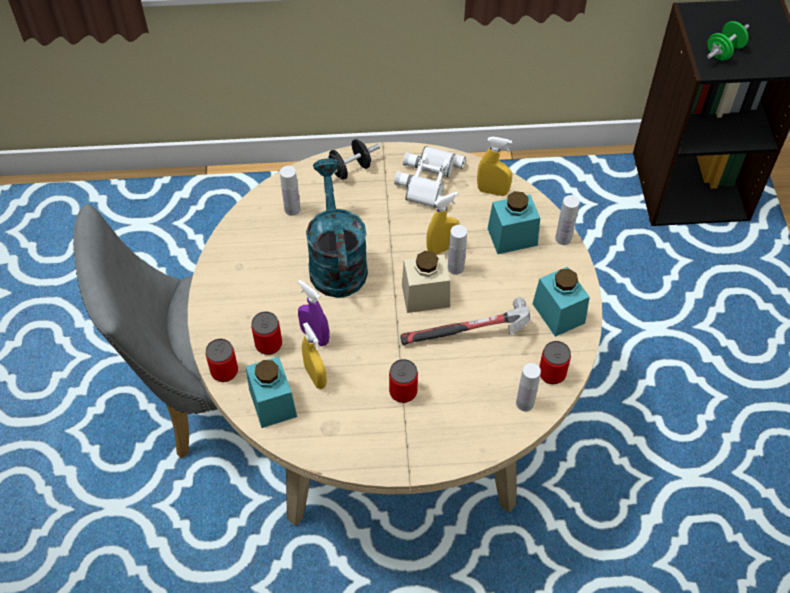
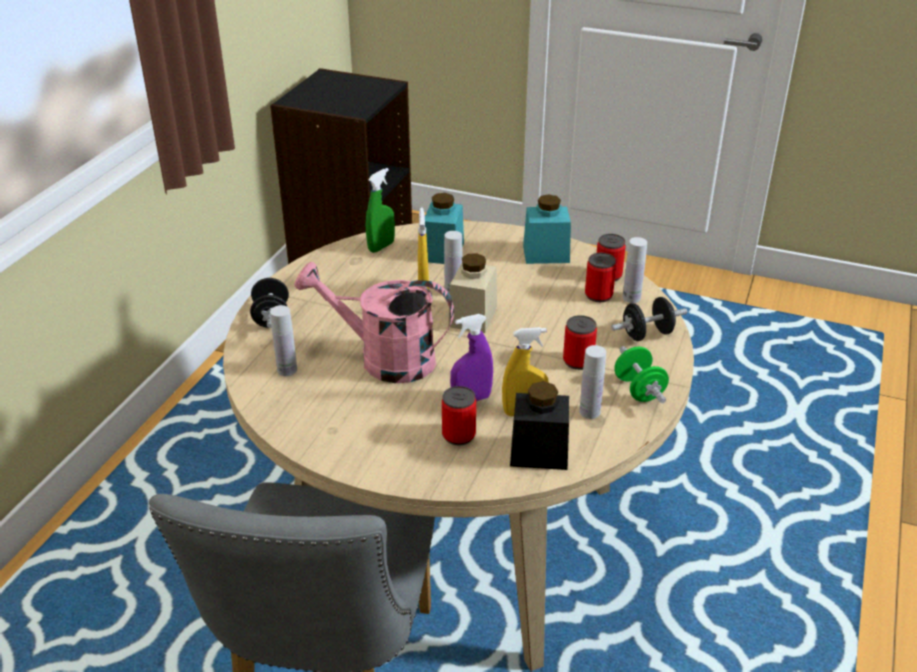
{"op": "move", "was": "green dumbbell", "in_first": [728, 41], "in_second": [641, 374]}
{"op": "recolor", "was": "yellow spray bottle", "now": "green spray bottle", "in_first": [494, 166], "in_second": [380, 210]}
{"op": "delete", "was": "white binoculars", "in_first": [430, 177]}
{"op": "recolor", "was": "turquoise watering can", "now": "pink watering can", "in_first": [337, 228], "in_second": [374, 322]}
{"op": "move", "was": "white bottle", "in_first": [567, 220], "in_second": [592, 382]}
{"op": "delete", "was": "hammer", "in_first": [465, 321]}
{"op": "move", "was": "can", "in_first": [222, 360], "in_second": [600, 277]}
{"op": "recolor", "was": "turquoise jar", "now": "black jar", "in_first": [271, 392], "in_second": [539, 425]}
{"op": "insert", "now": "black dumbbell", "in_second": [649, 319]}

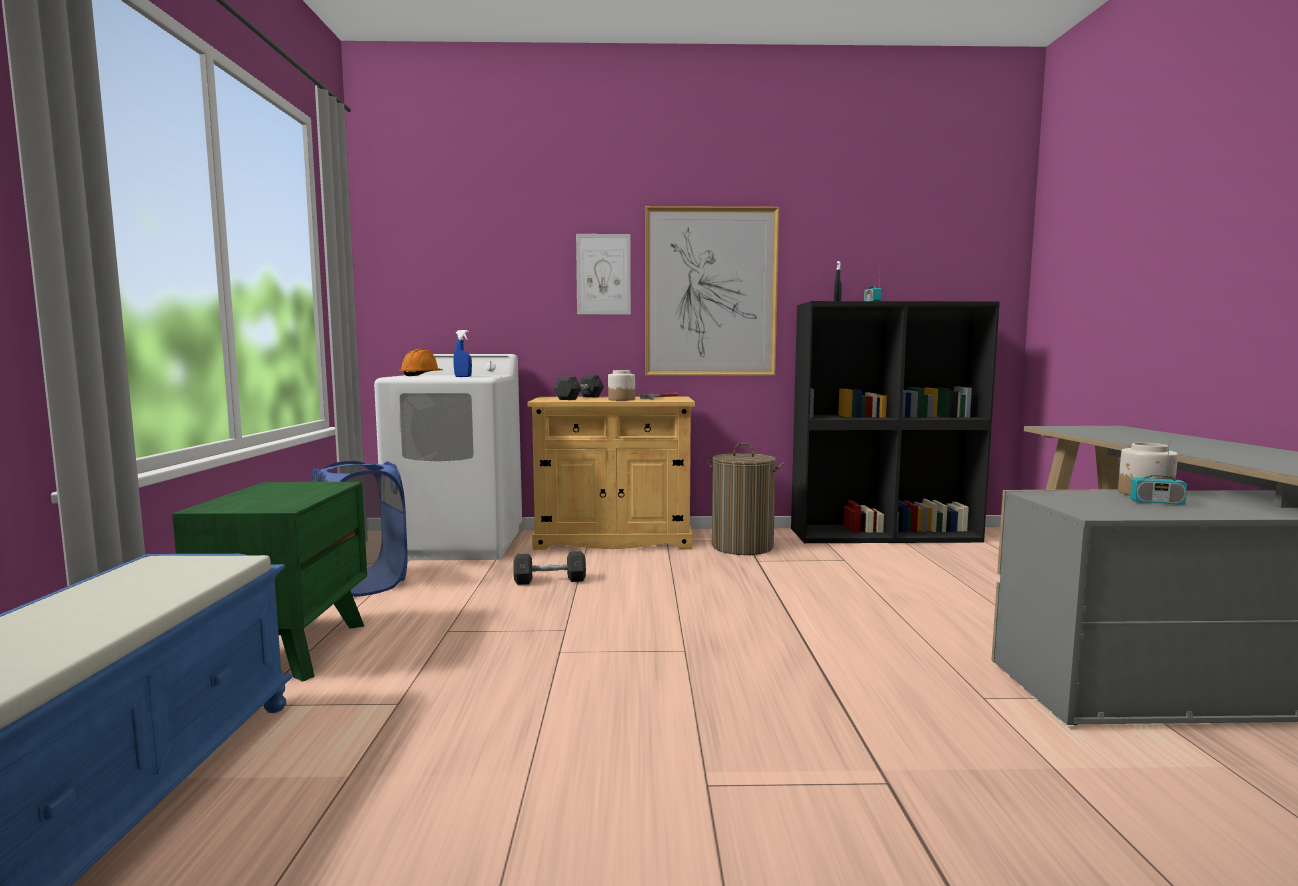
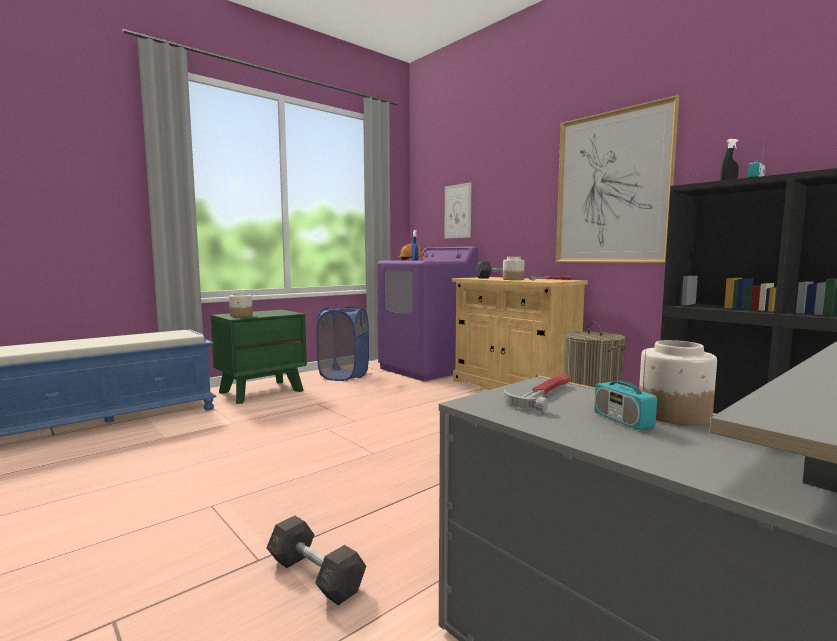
{"op": "move", "was": "picture", "in_first": [603, 274], "in_second": [458, 210]}
{"op": "recolor", "was": "white washing machine", "now": "purple washing machine", "in_first": [448, 457], "in_second": [427, 313]}
{"op": "move", "was": "grey dumbbell", "in_first": [550, 568], "in_second": [316, 560]}
{"op": "insert", "now": "jar", "in_second": [241, 304]}
{"op": "insert", "now": "hammer", "in_second": [536, 393]}

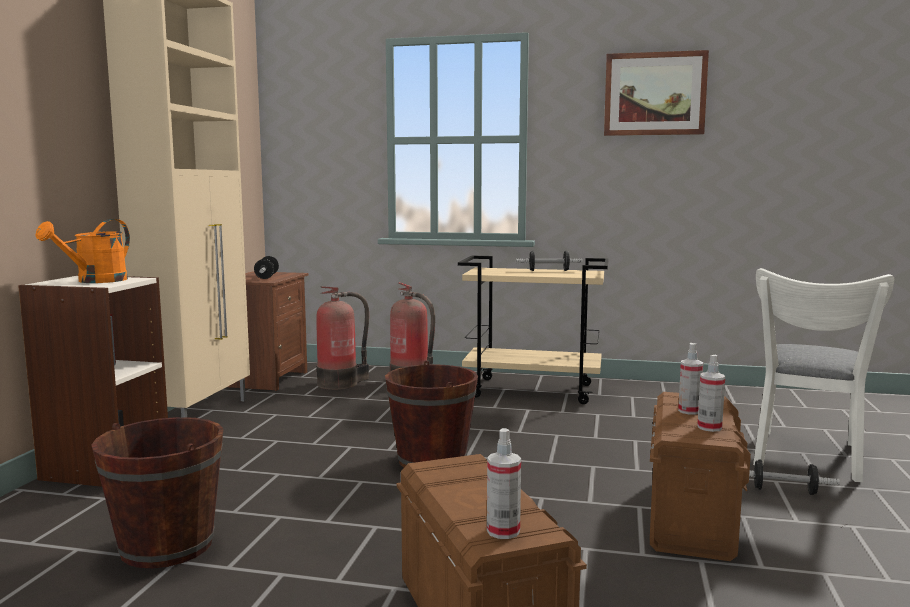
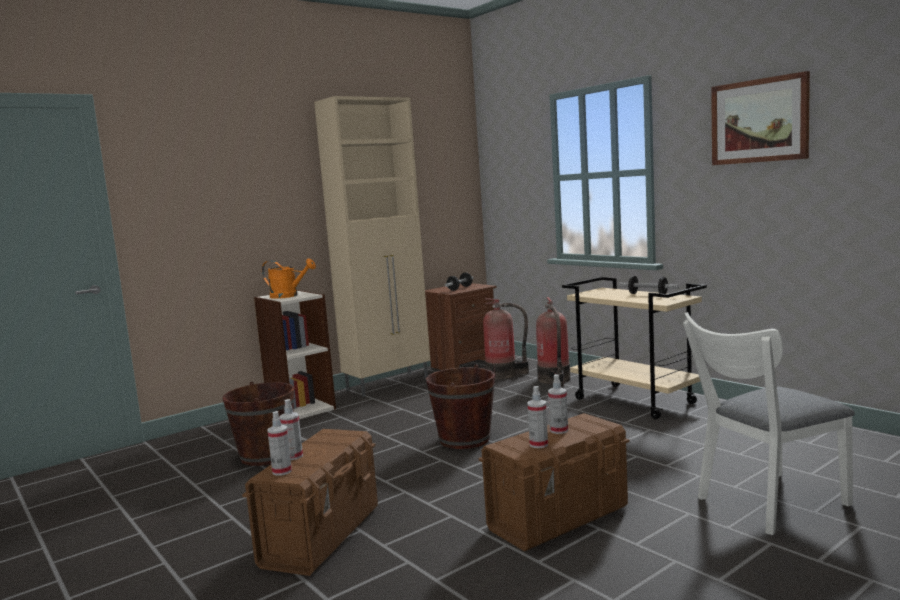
{"op": "rotate", "was": "orange watering can", "in_first": [83, 251], "in_second": [289, 279], "clockwise": -135}
{"op": "delete", "was": "dumbbell", "in_first": [794, 477]}
{"op": "insert", "now": "spray bottle", "in_second": [291, 429]}

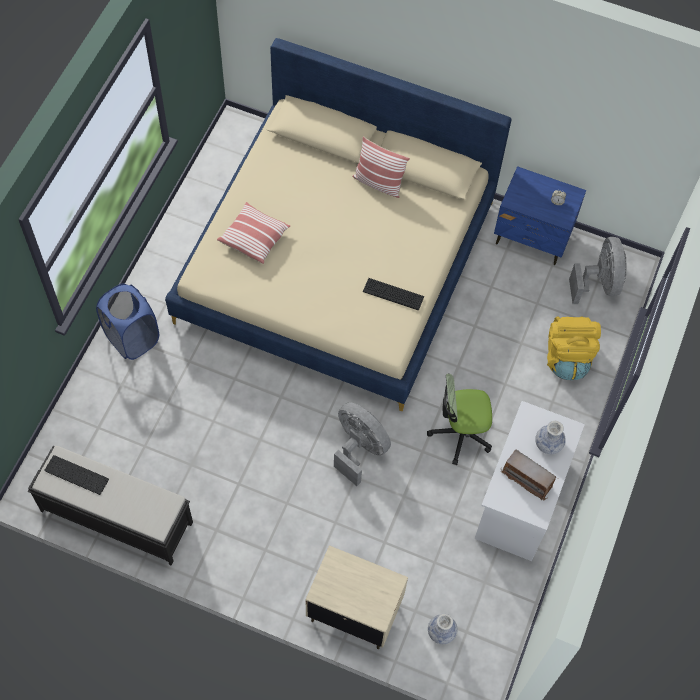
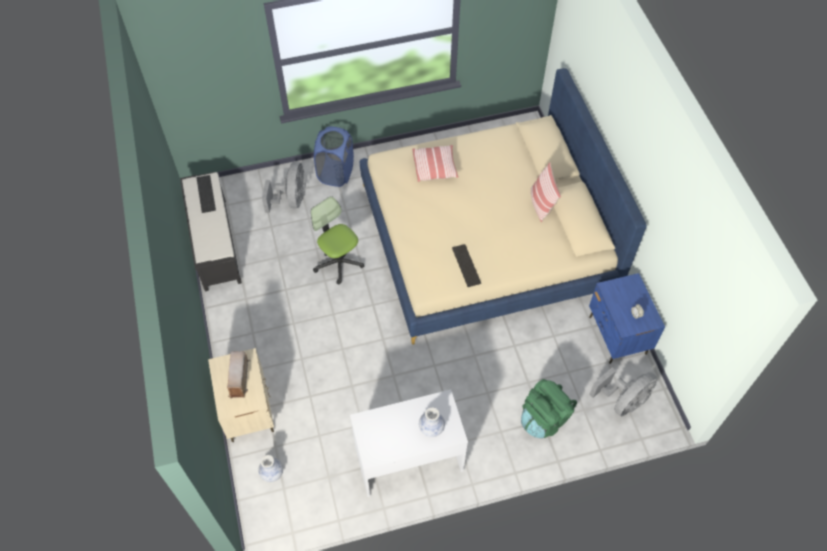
{"op": "recolor", "was": "yellow backpack", "now": "green backpack", "in_first": [574, 348], "in_second": [549, 408]}
{"op": "move", "was": "office chair", "in_first": [459, 419], "in_second": [337, 240]}
{"op": "move", "was": "grey fan", "in_first": [362, 444], "in_second": [284, 187]}
{"op": "move", "was": "radio", "in_first": [529, 475], "in_second": [238, 375]}

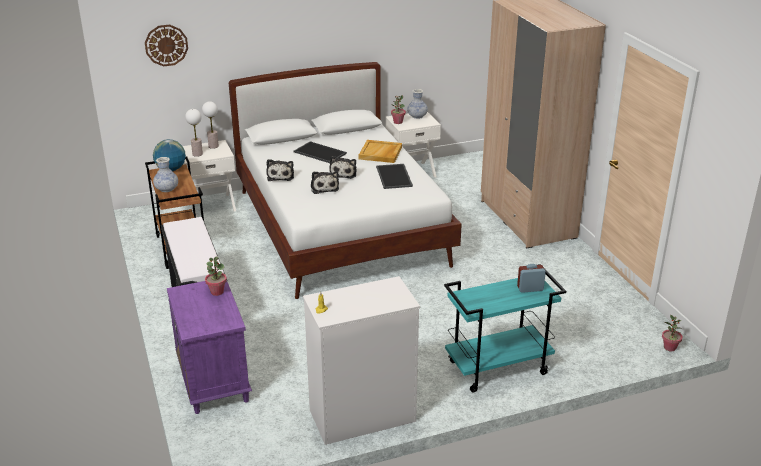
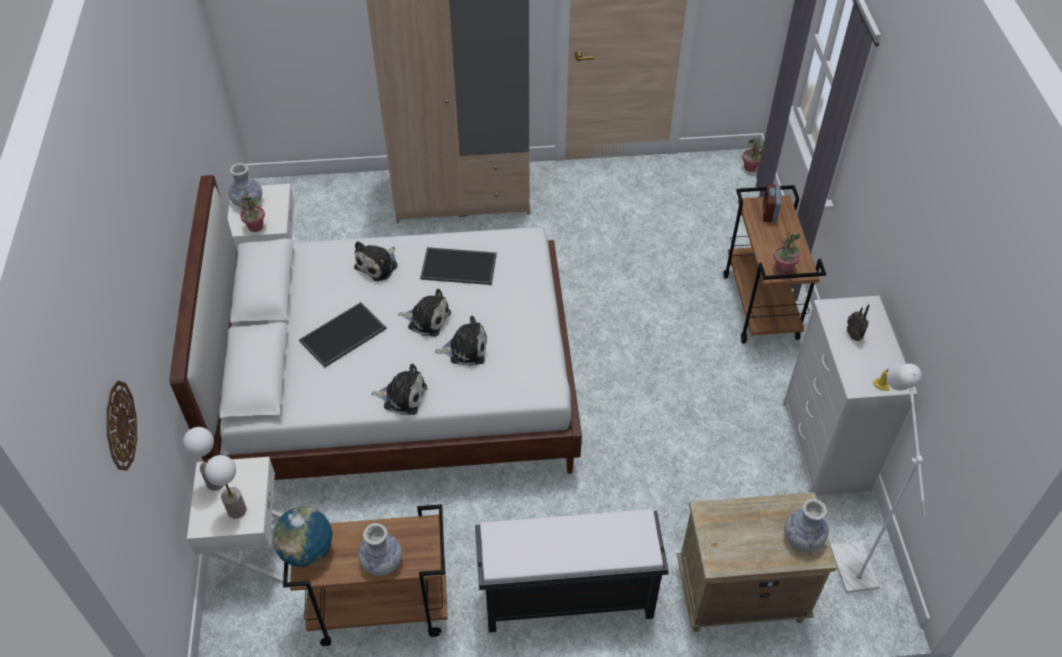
{"op": "replace", "was": "beige tray", "now": "plush toy", "in_first": [380, 151], "in_second": [376, 261]}
{"op": "move", "was": "potted plant", "in_first": [216, 276], "in_second": [787, 253]}
{"op": "recolor", "was": "turquoise cart", "now": "brown cart", "in_first": [505, 328], "in_second": [774, 264]}
{"op": "recolor", "was": "purple nightstand", "now": "beige nightstand", "in_first": [209, 347], "in_second": [757, 562]}
{"op": "insert", "now": "radio", "in_second": [858, 322]}
{"op": "insert", "now": "white floor lamp", "in_second": [878, 478]}
{"op": "insert", "now": "vase", "in_second": [806, 525]}

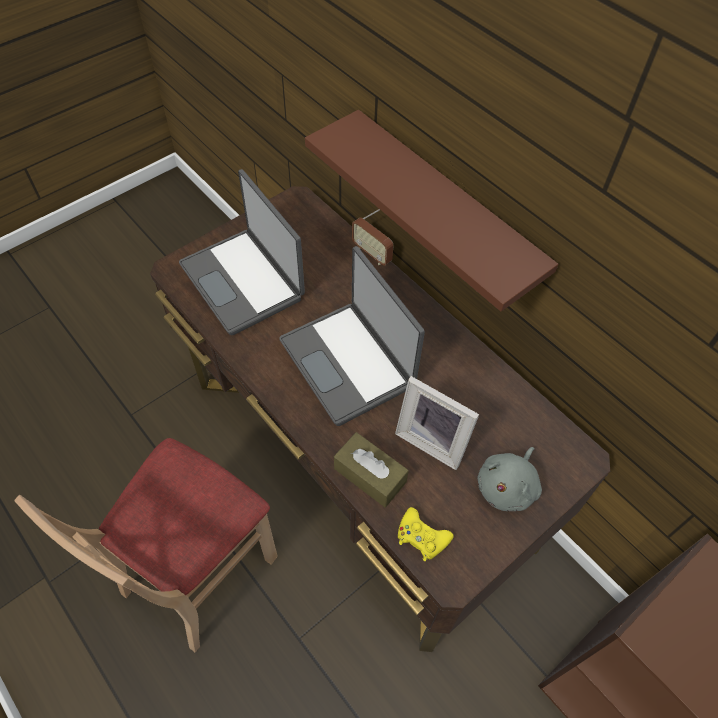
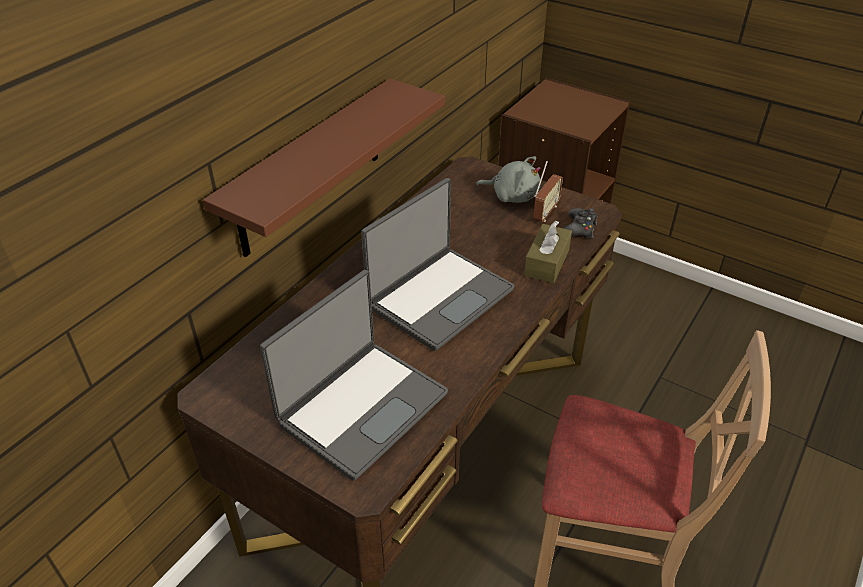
{"op": "move", "was": "radio", "in_first": [373, 237], "in_second": [548, 191]}
{"op": "delete", "was": "picture frame", "in_first": [437, 423]}
{"op": "recolor", "was": "yellow game controller", "now": "black game controller", "in_first": [426, 534], "in_second": [580, 223]}

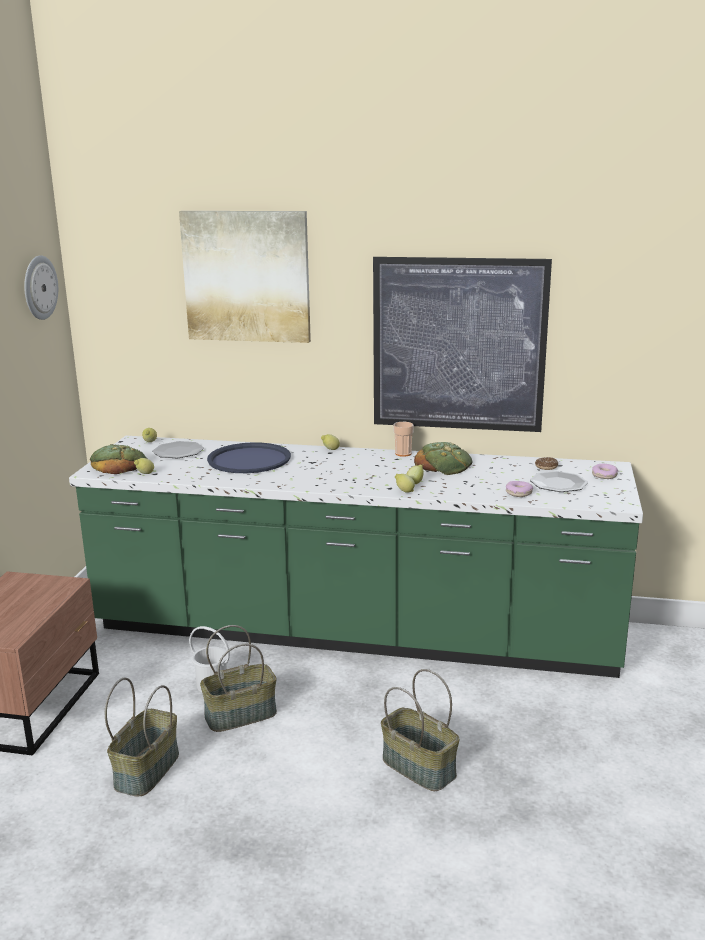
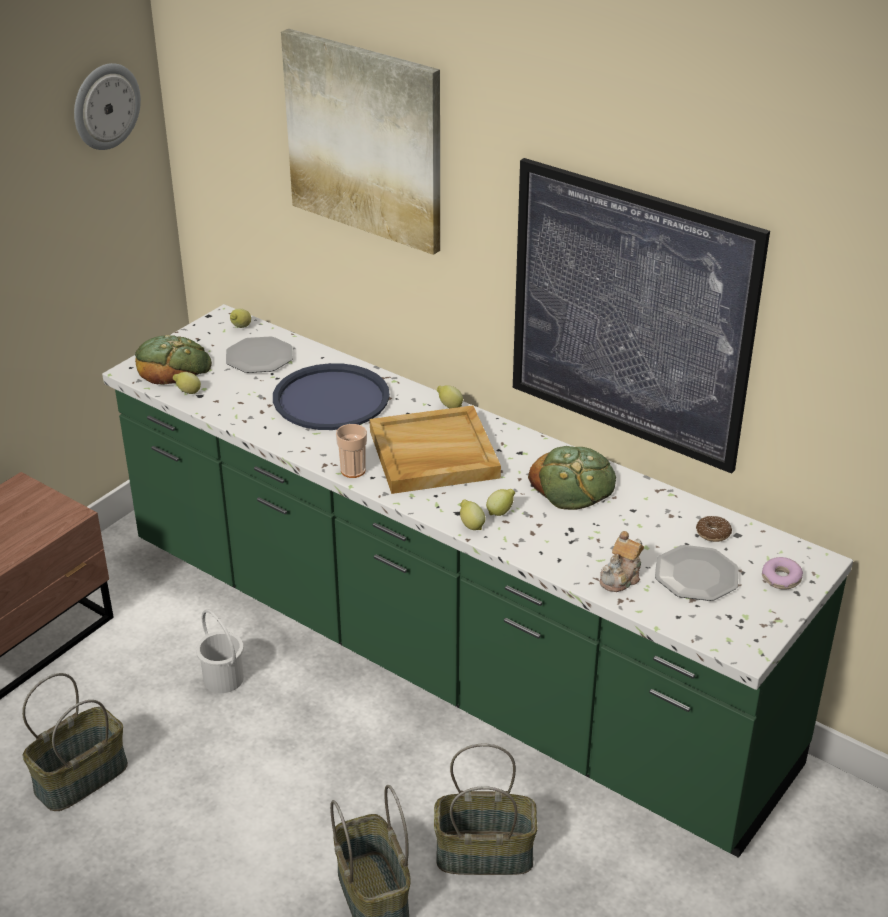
{"op": "move", "was": "cup", "in_first": [403, 439], "in_second": [351, 451]}
{"op": "replace", "was": "donut", "now": "teapot", "in_first": [519, 489], "in_second": [622, 561]}
{"op": "move", "was": "basket", "in_first": [238, 678], "in_second": [486, 809]}
{"op": "insert", "now": "beige tray", "in_second": [435, 449]}

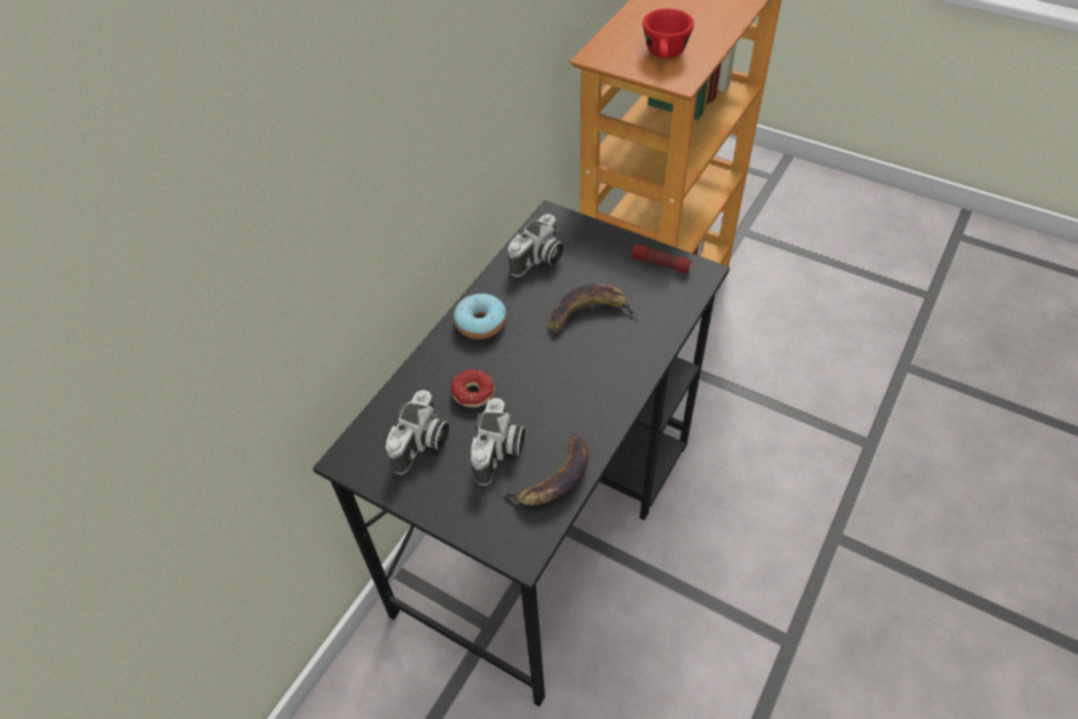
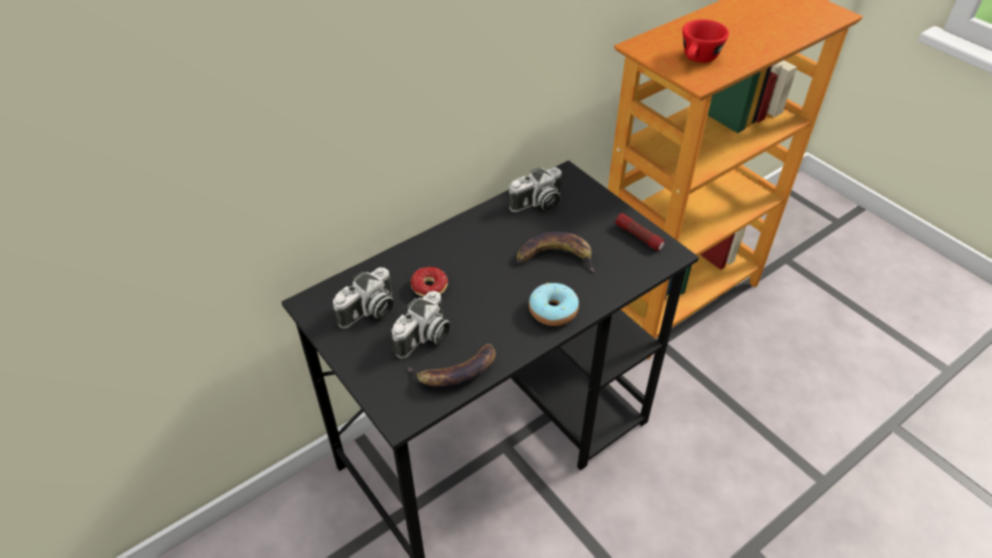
{"op": "move", "was": "donut", "in_first": [480, 316], "in_second": [554, 304]}

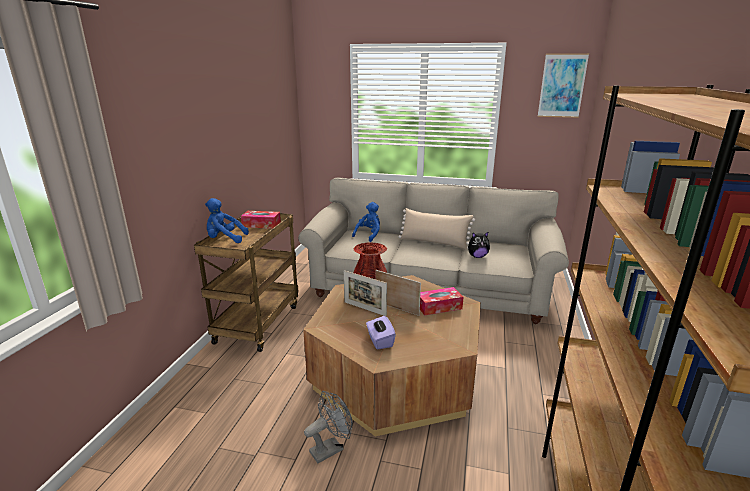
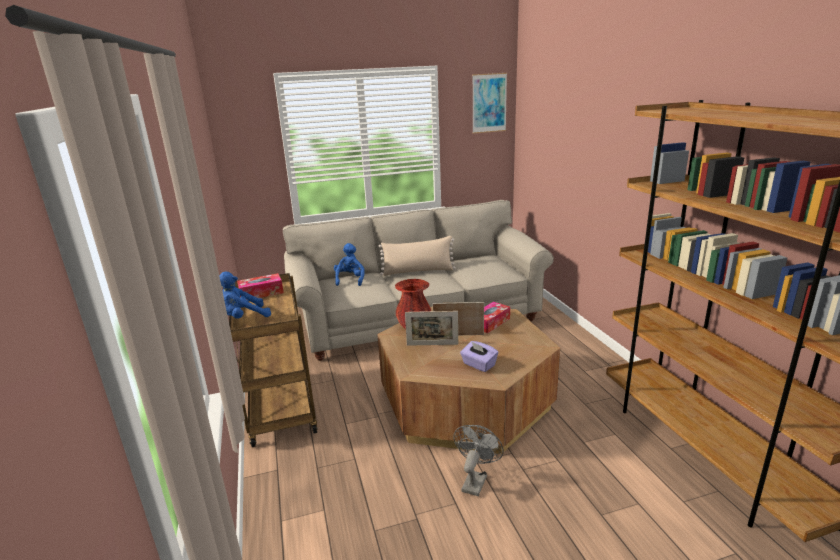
{"op": "delete", "was": "plush toy", "in_first": [479, 245]}

